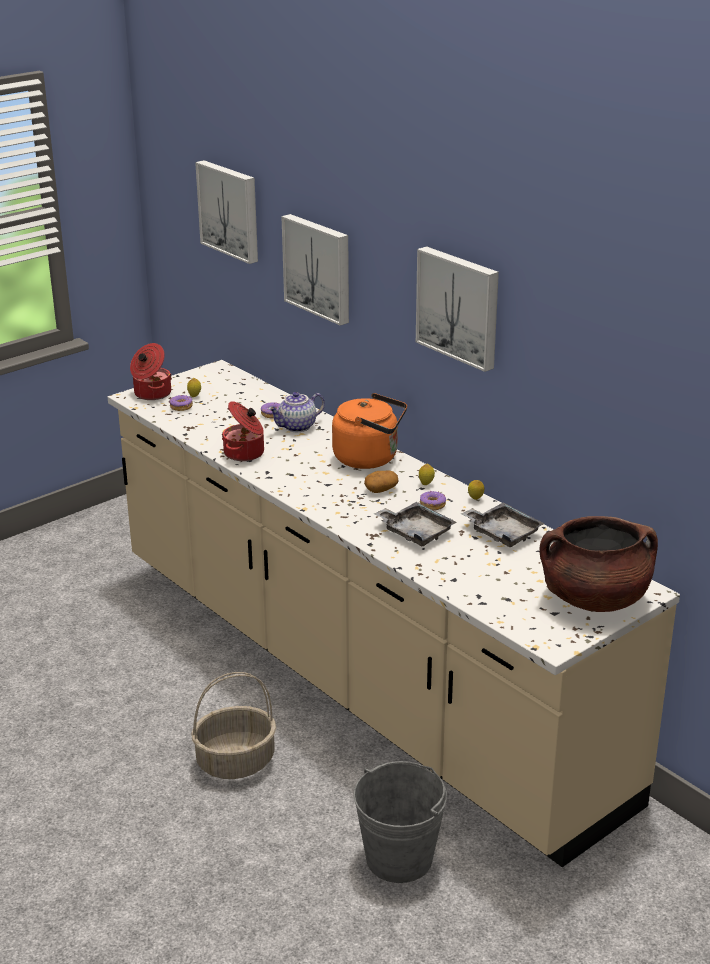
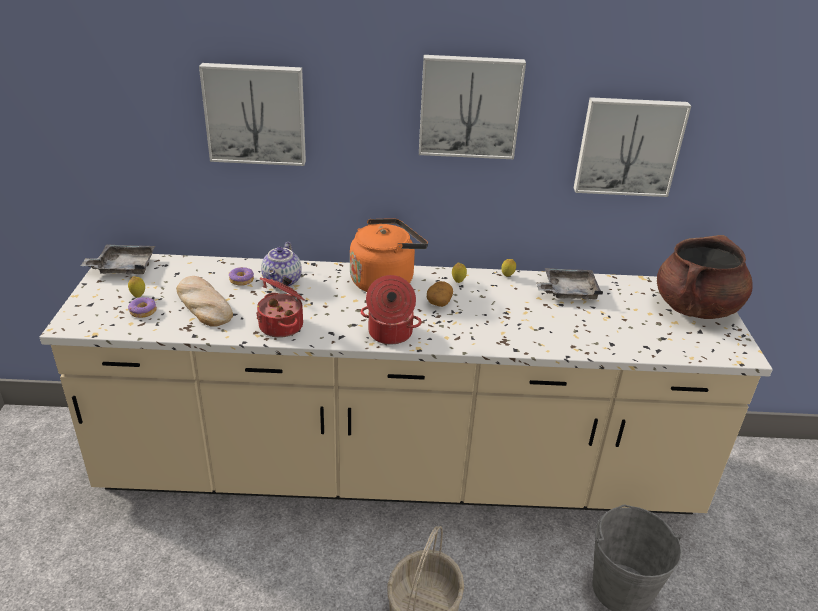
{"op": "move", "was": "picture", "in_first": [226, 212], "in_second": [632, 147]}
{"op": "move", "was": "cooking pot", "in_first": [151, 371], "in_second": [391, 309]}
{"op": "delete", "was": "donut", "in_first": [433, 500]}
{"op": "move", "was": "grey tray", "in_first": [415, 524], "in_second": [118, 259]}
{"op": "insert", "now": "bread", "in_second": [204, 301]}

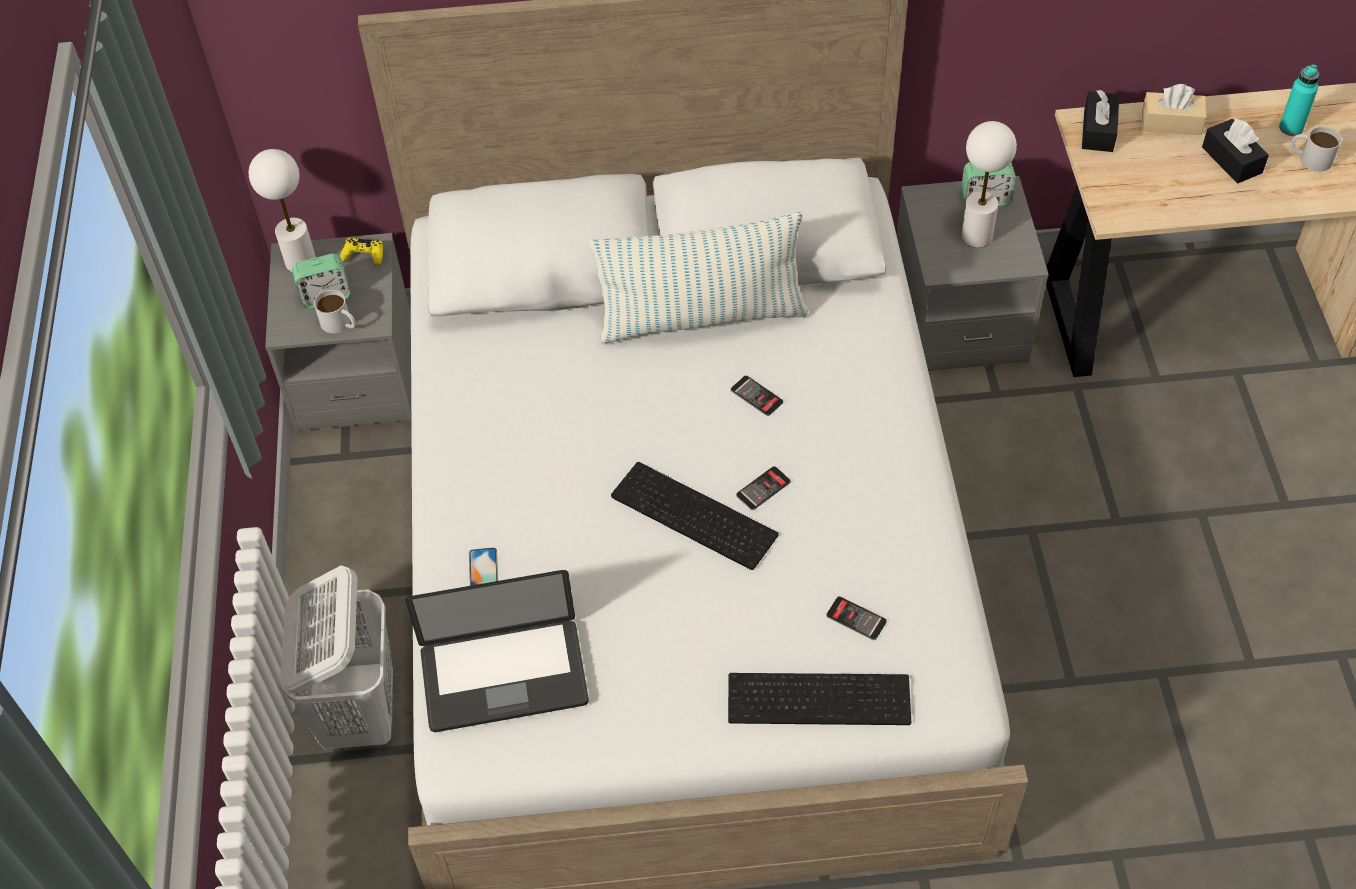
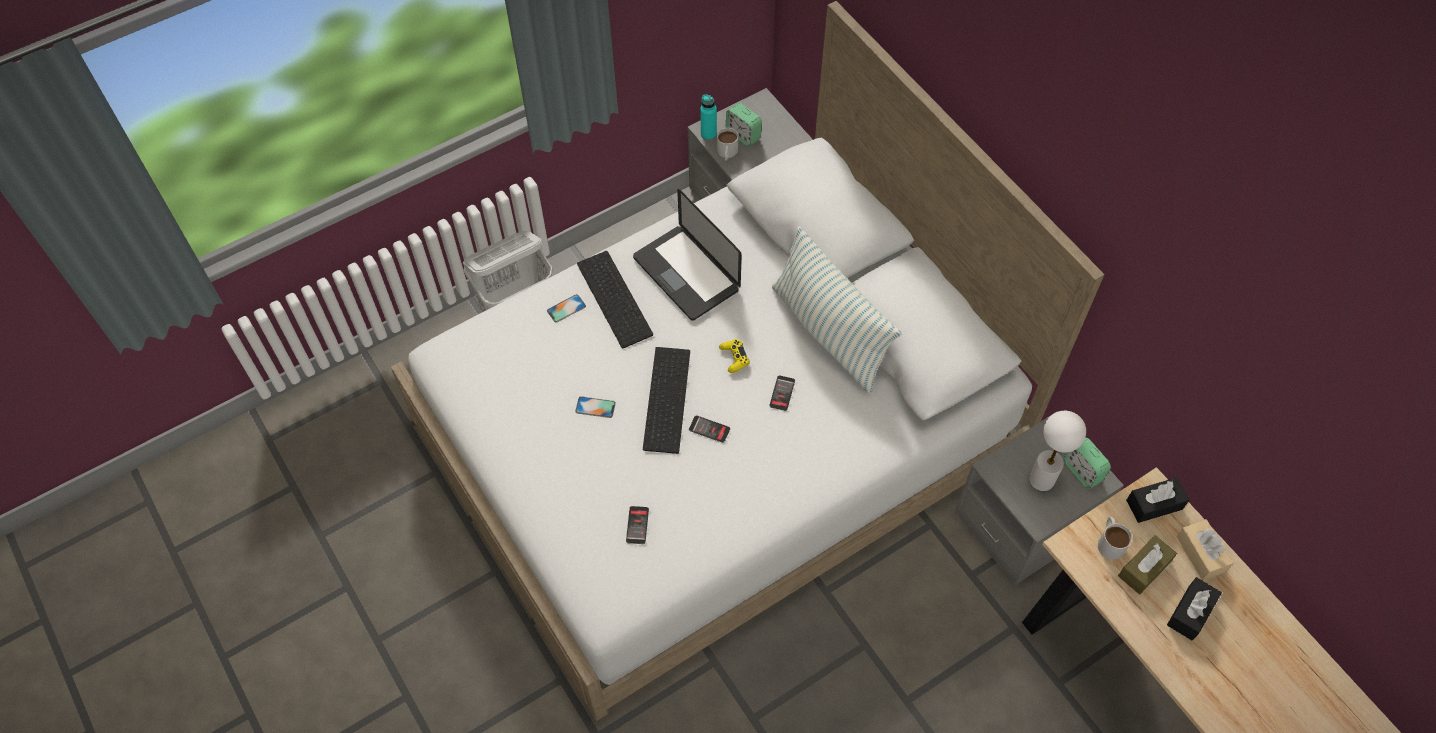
{"op": "move", "was": "turquoise bottle", "in_first": [1299, 100], "in_second": [708, 117]}
{"op": "move", "was": "white mug", "in_first": [1315, 149], "in_second": [1115, 538]}
{"op": "delete", "was": "white table lamp", "in_first": [282, 210]}
{"op": "move", "was": "yellow game controller", "in_first": [361, 252], "in_second": [734, 356]}
{"op": "move", "was": "laptop", "in_first": [497, 651], "in_second": [687, 255]}
{"op": "move", "was": "keyboard", "in_first": [819, 699], "in_second": [615, 299]}
{"op": "insert", "now": "phone", "in_second": [595, 407]}
{"op": "insert", "now": "brown tissue box", "in_second": [1147, 565]}

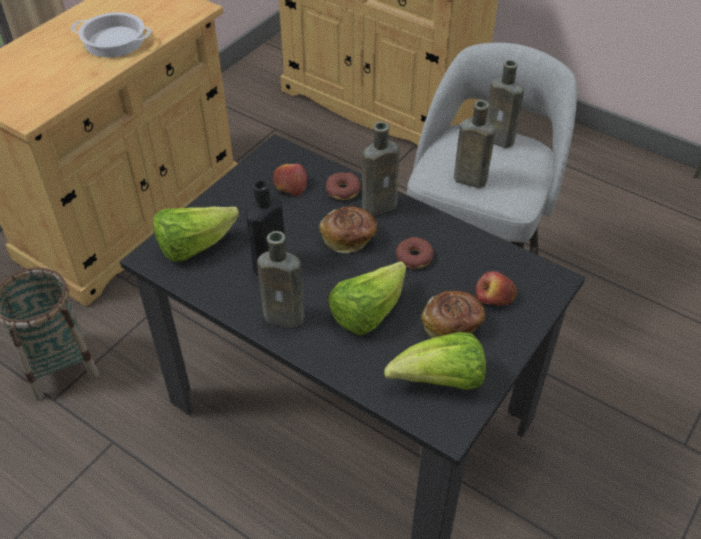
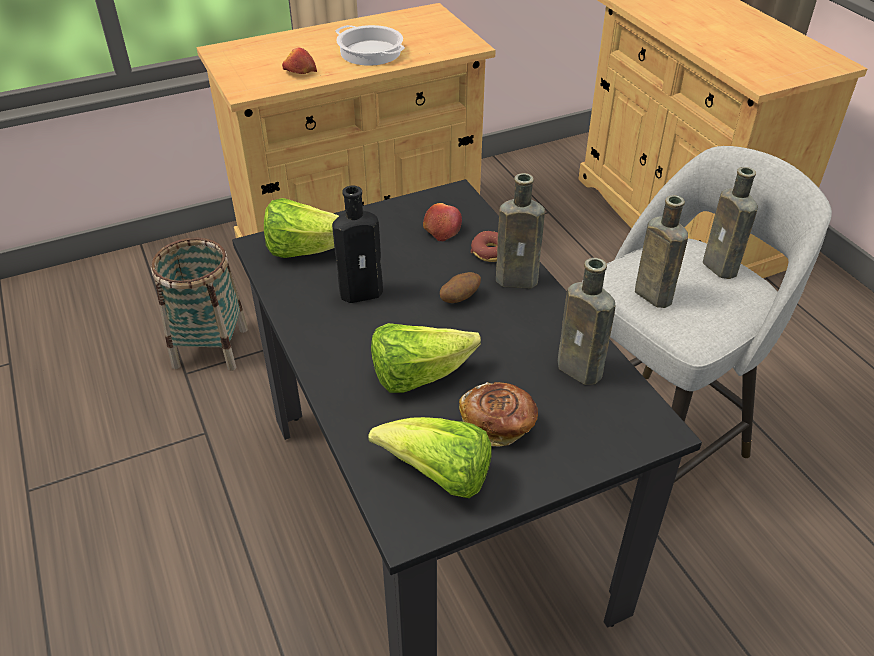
{"op": "replace", "was": "bread", "now": "potato", "in_first": [348, 229], "in_second": [460, 287]}
{"op": "move", "was": "brown bottle", "in_first": [281, 279], "in_second": [586, 321]}
{"op": "delete", "was": "donut", "in_first": [415, 253]}
{"op": "move", "was": "apple", "in_first": [496, 288], "in_second": [299, 61]}

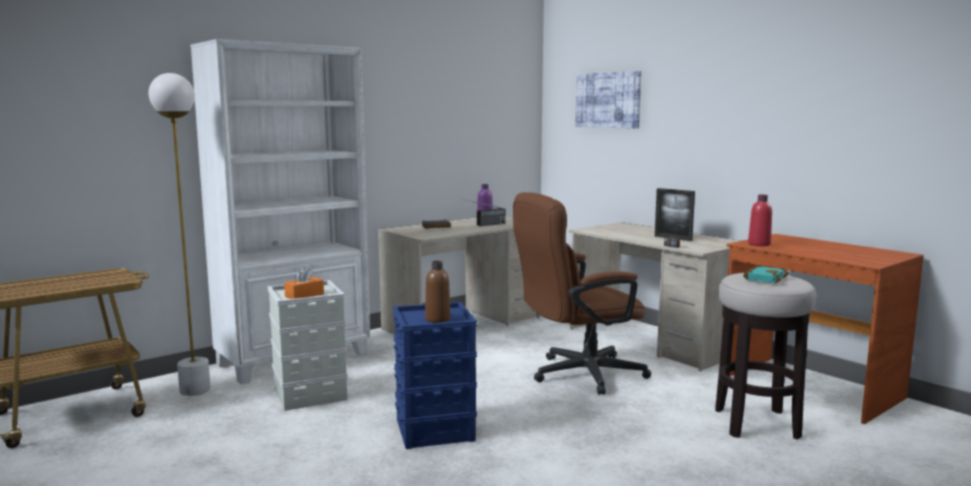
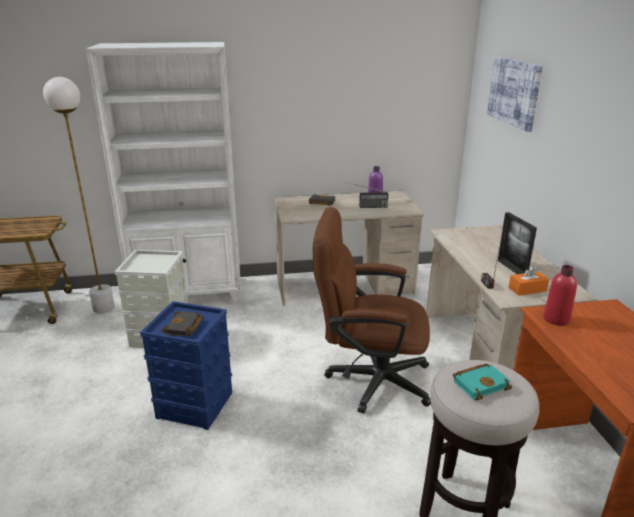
{"op": "replace", "was": "brown bottle", "now": "black book", "in_first": [438, 292], "in_second": [182, 324]}
{"op": "move", "was": "orange tissue box", "in_first": [304, 283], "in_second": [529, 280]}

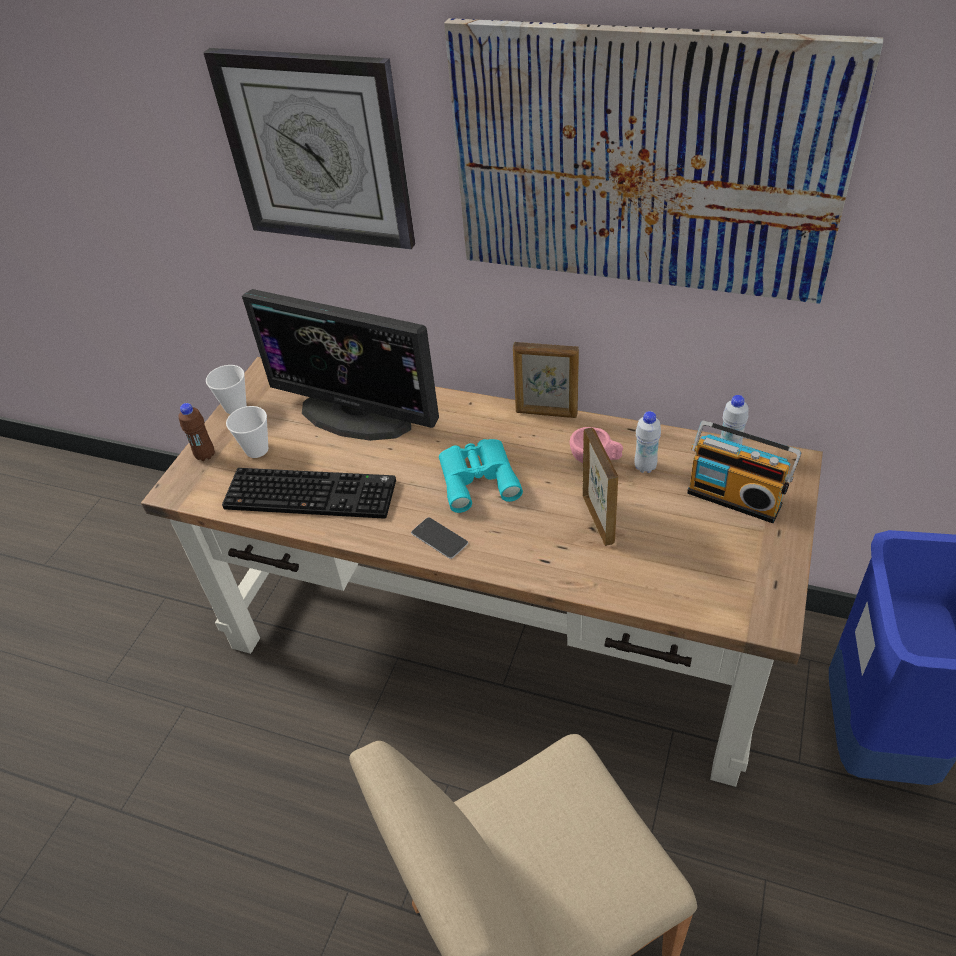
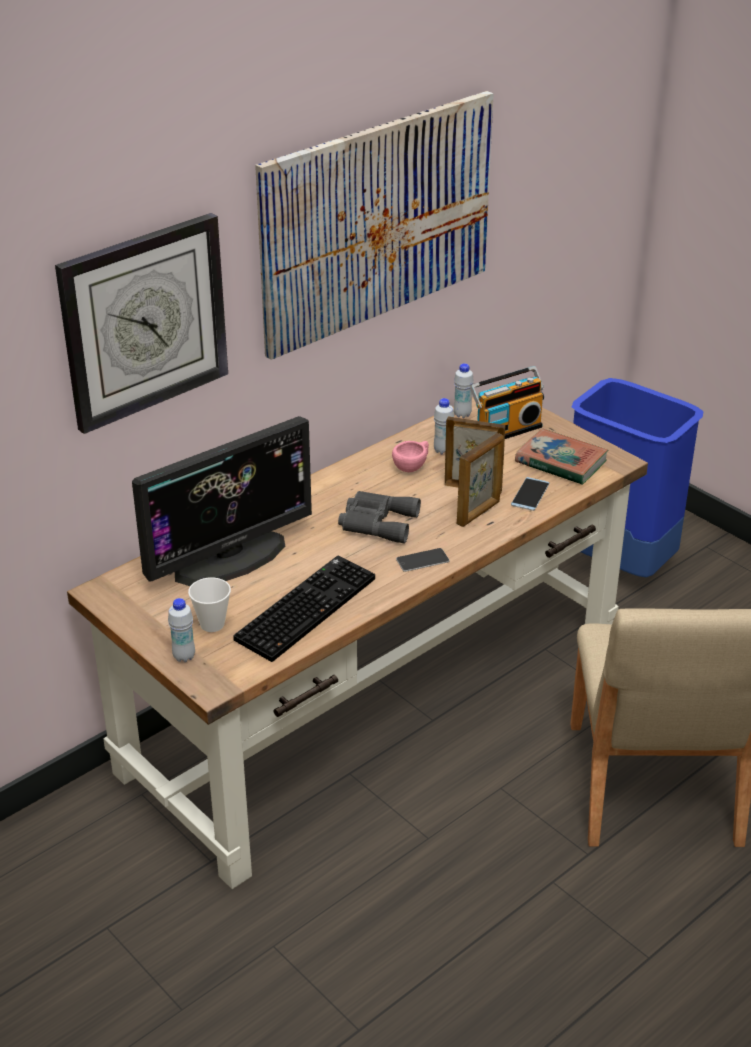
{"op": "move", "was": "picture frame", "in_first": [546, 380], "in_second": [480, 480]}
{"op": "delete", "was": "cup", "in_first": [226, 389]}
{"op": "recolor", "was": "brown bottle", "now": "white bottle", "in_first": [196, 432], "in_second": [181, 630]}
{"op": "recolor", "was": "turquoise binoculars", "now": "grey binoculars", "in_first": [481, 476], "in_second": [379, 517]}
{"op": "insert", "now": "book", "in_second": [561, 457]}
{"op": "insert", "now": "phone", "in_second": [530, 494]}

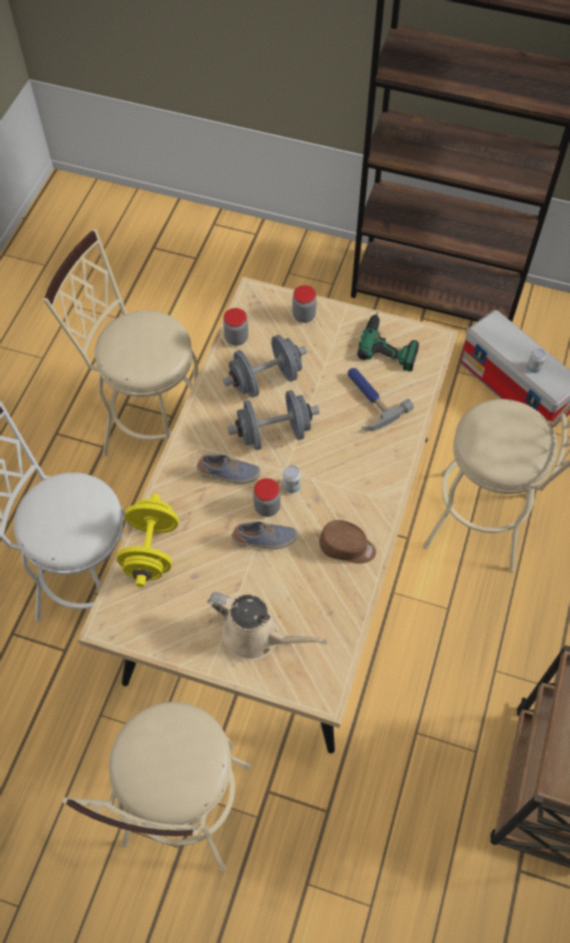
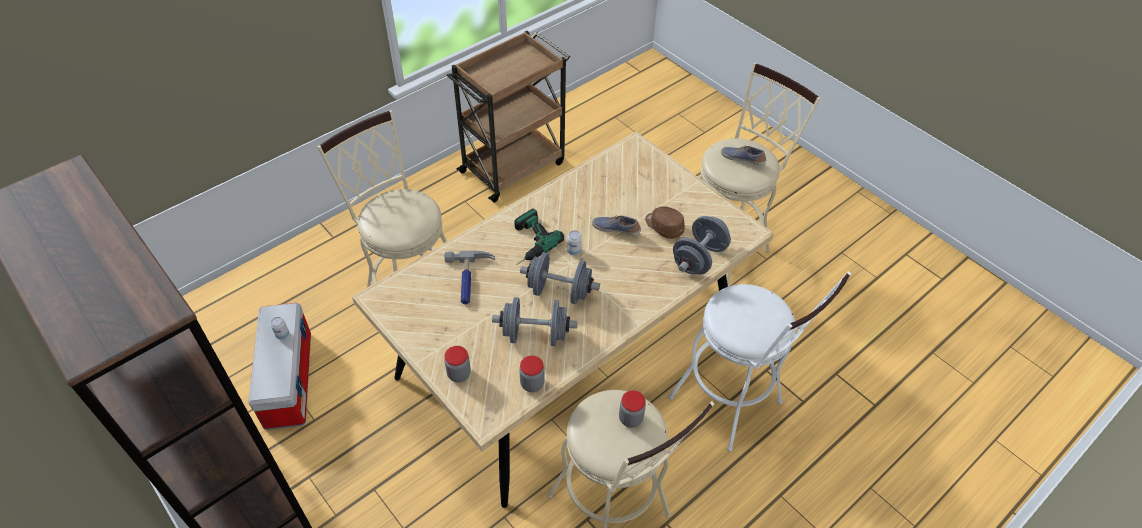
{"op": "move", "was": "power drill", "in_first": [388, 339], "in_second": [539, 236]}
{"op": "move", "was": "shoe", "in_first": [229, 469], "in_second": [743, 155]}
{"op": "move", "was": "jar", "in_first": [267, 497], "in_second": [632, 409]}
{"op": "recolor", "was": "yellow dumbbell", "now": "grey dumbbell", "in_first": [148, 540], "in_second": [702, 245]}
{"op": "move", "was": "brown cap", "in_first": [347, 542], "in_second": [665, 222]}
{"op": "delete", "was": "beige watering can", "in_first": [267, 626]}

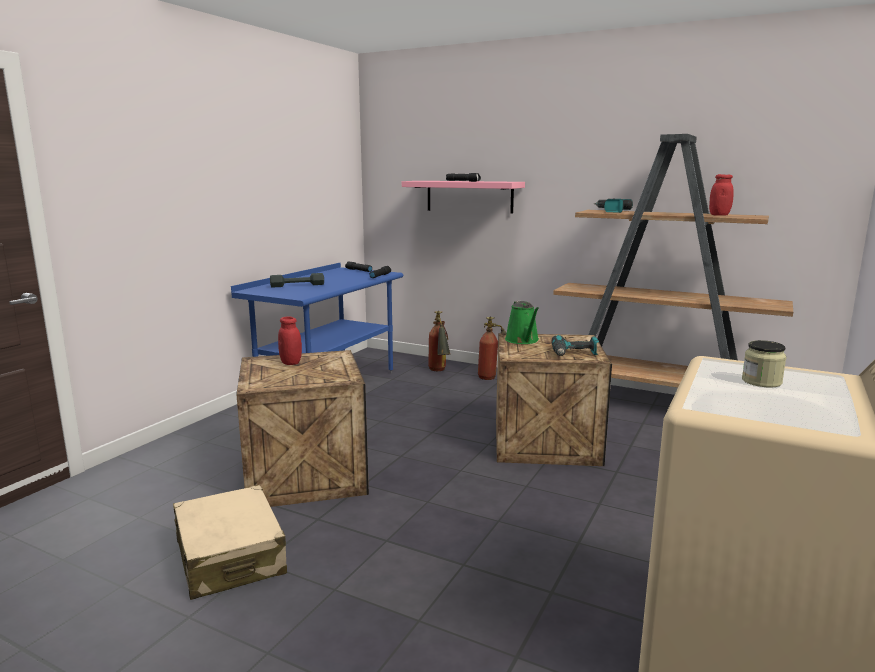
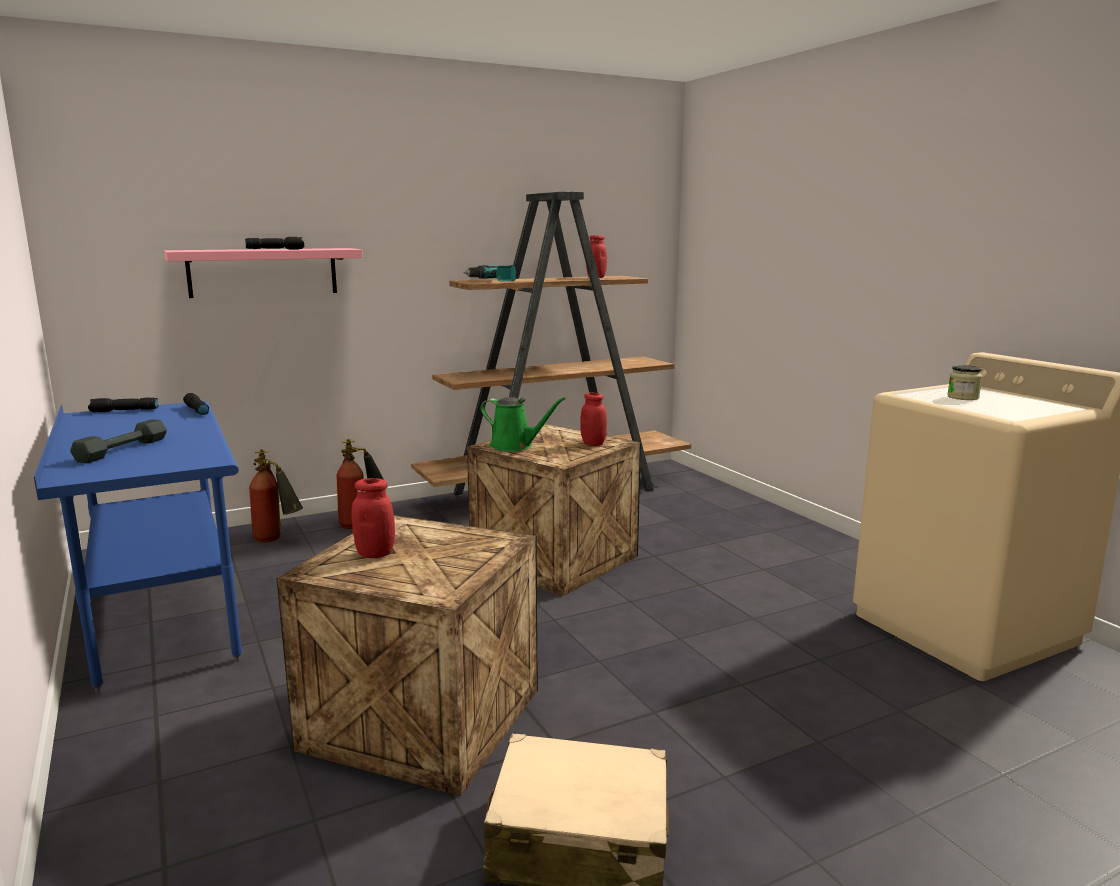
{"op": "replace", "was": "power drill", "now": "red jar", "in_first": [575, 345], "in_second": [593, 419]}

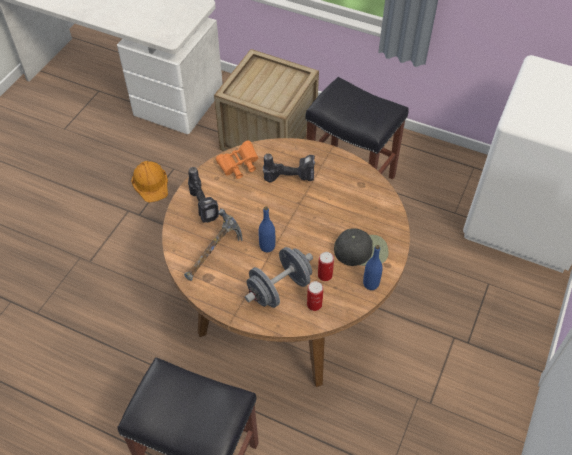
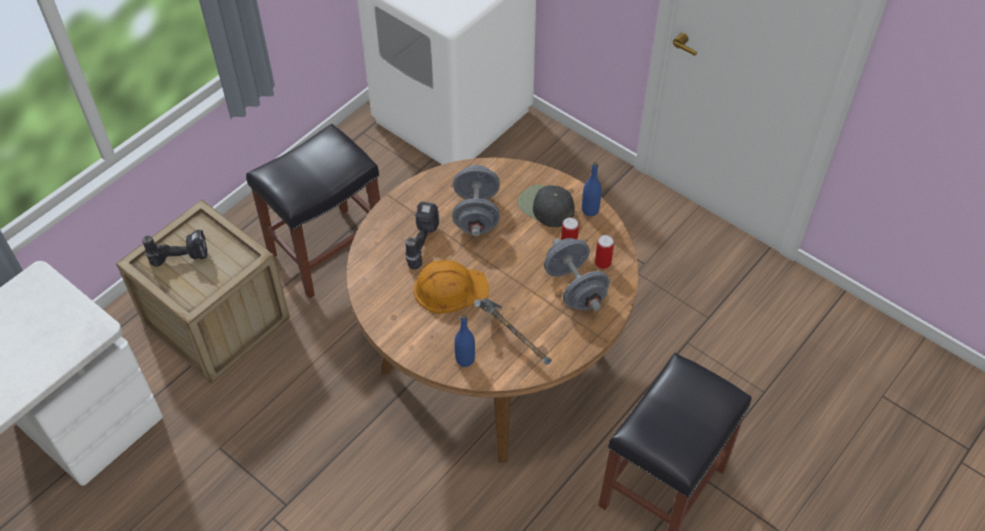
{"op": "delete", "was": "orange binoculars", "in_first": [237, 160]}
{"op": "move", "was": "orange hard hat", "in_first": [149, 182], "in_second": [451, 287]}
{"op": "move", "was": "power drill", "in_first": [204, 195], "in_second": [174, 248]}
{"op": "move", "was": "blue bottle", "in_first": [266, 229], "in_second": [464, 340]}
{"op": "rotate", "was": "black cap", "in_first": [361, 247], "in_second": [546, 206], "clockwise": -60}
{"op": "insert", "now": "grey dumbbell", "in_second": [476, 200]}

